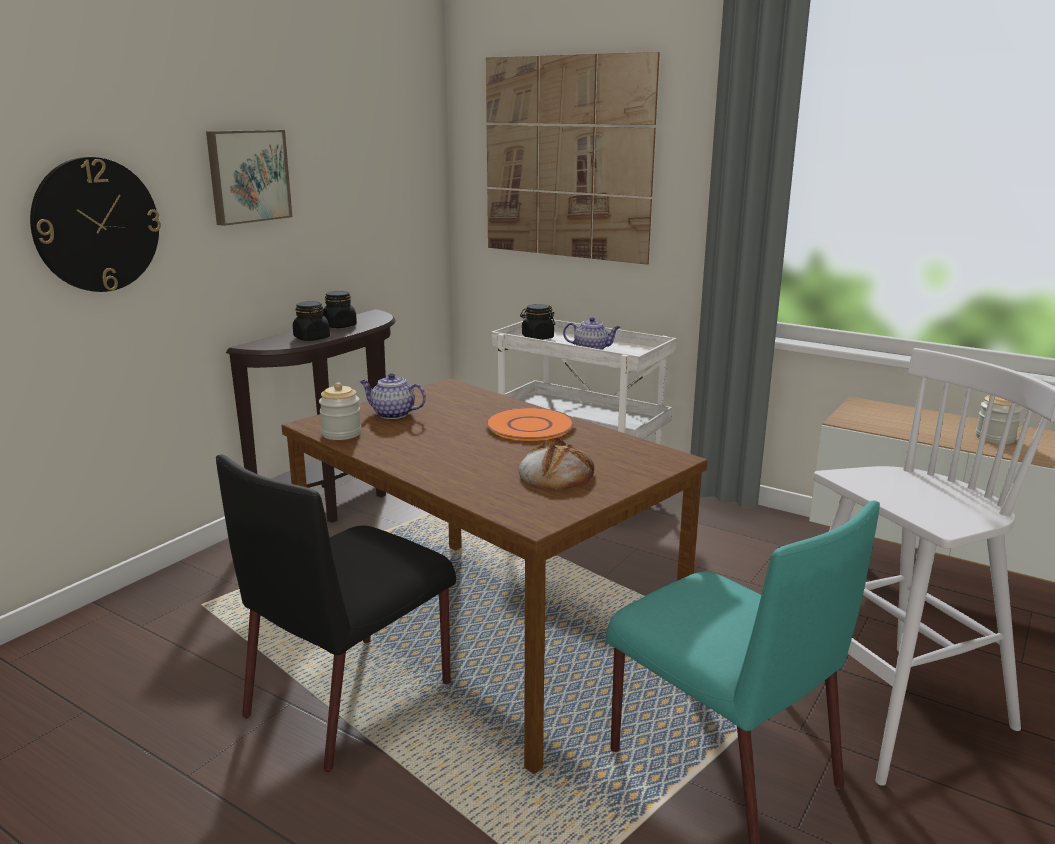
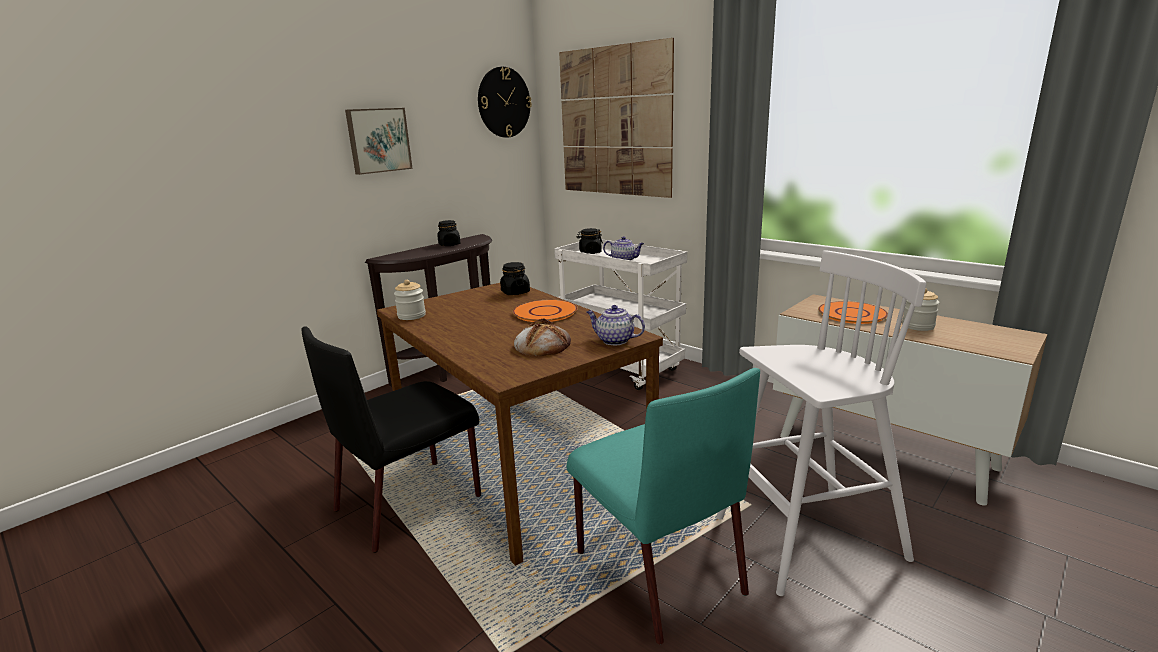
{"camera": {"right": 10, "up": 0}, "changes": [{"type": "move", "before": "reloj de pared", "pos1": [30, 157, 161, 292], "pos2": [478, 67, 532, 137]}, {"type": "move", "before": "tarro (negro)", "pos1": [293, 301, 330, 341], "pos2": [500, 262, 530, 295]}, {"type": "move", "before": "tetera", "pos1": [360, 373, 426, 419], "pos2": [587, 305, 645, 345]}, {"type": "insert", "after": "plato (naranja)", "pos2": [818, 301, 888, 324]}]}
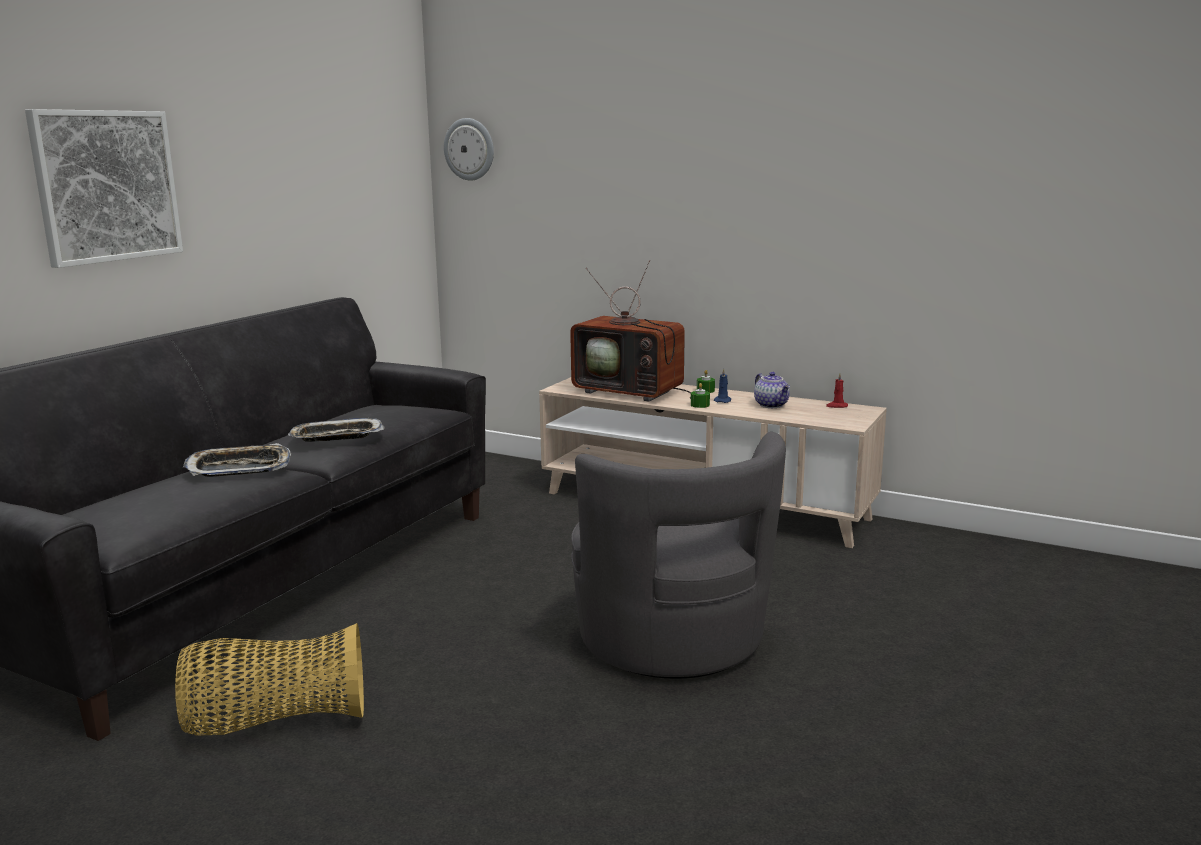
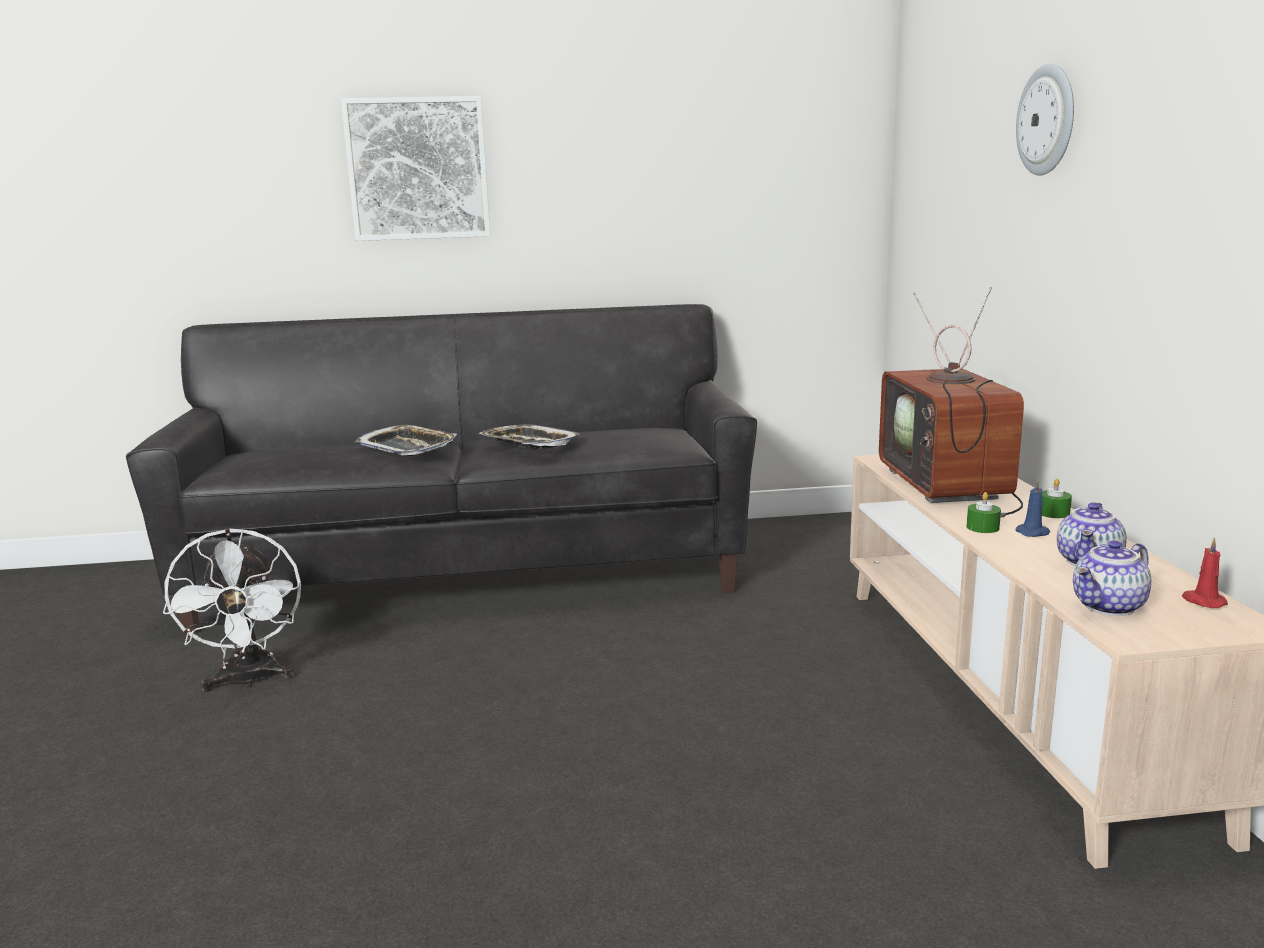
{"camera": {"right": 55, "up": 0}, "changes": [{"type": "move", "before": "reloj de pared", "pos1": [444, 118, 494, 181], "pos2": [1016, 64, 1074, 176]}, {"type": "delete", "before": "sillón (gris)", "pos1": [571, 432, 786, 679]}, {"type": "replace", "before": "cesta", "after": "ventilador (blanco)", "pos1": [175, 623, 364, 736], "pos2": [163, 528, 301, 692]}, {"type": "insert", "after": "tetera", "pos2": [1073, 540, 1151, 616]}]}
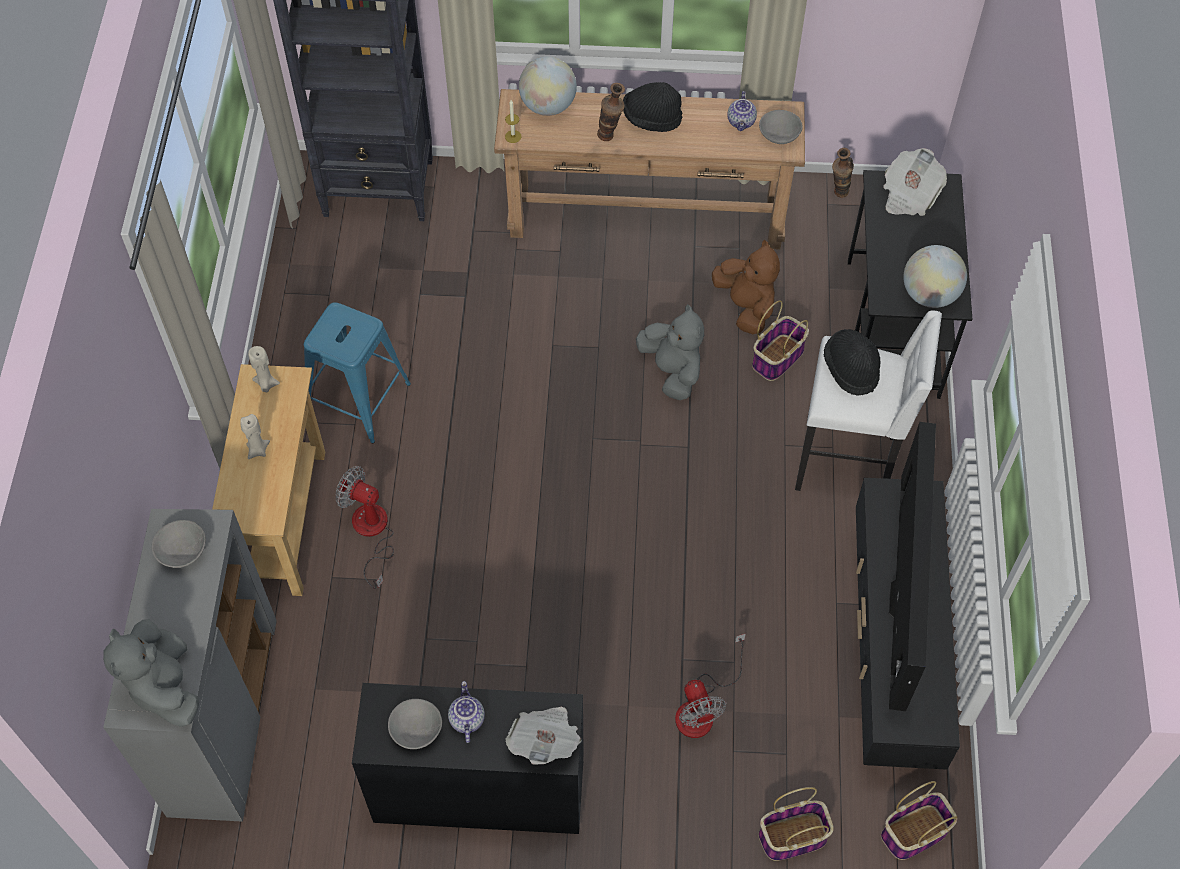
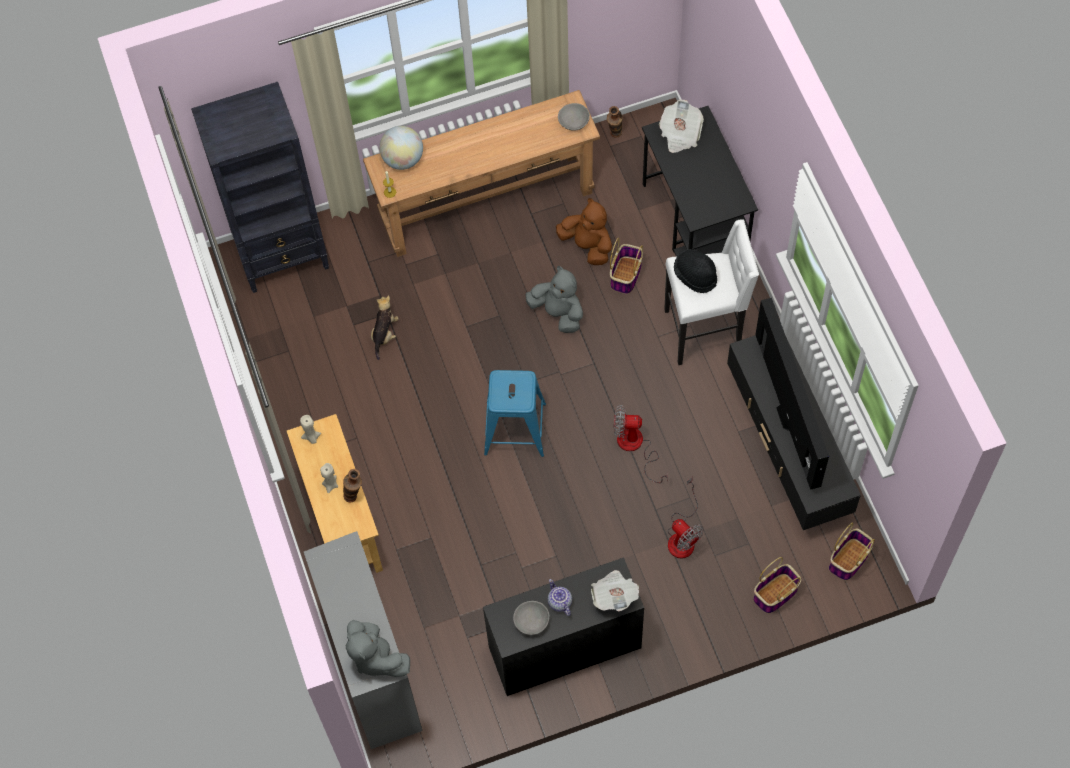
{"camera": {"right": -20, "up": 5}, "changes": [{"type": "delete", "before": "sombrero (negro)", "pos1": [623, 82, 683, 132]}, {"type": "move", "before": "florero", "pos1": [597, 83, 625, 141], "pos2": [343, 469, 362, 502]}, {"type": "delete", "before": "tetera", "pos1": [727, 91, 757, 131]}, {"type": "delete", "before": "globo terráqueo", "pos1": [903, 245, 967, 308]}, {"type": "move", "before": "taburete (azul)", "pos1": [304, 302, 411, 443], "pos2": [484, 370, 546, 457]}, {"type": "move", "before": "ventilador", "pos1": [335, 466, 394, 589], "pos2": [614, 405, 668, 483]}, {"type": "delete", "before": "cuenco (gris)", "pos1": [152, 520, 206, 568]}, {"type": "insert", "after": "peluche", "pos2": [371, 295, 399, 360]}]}
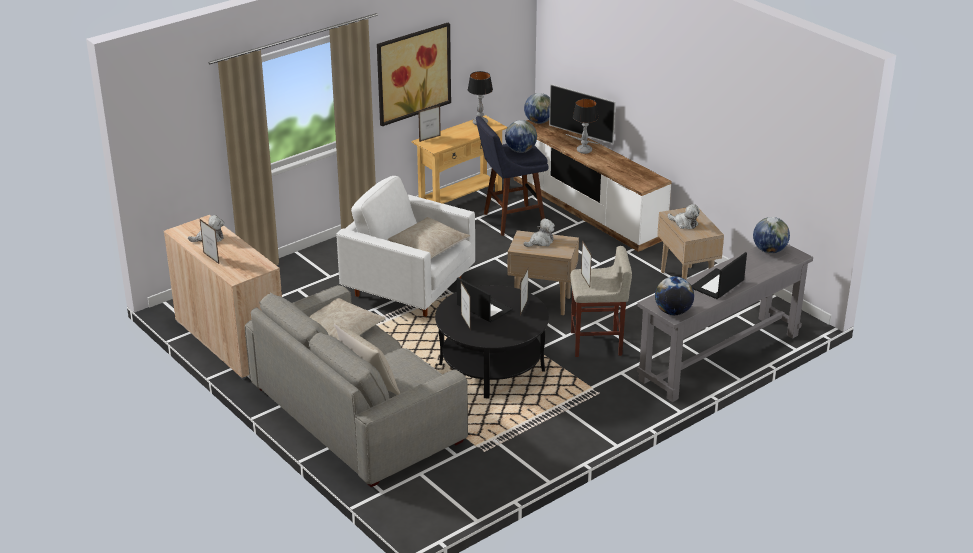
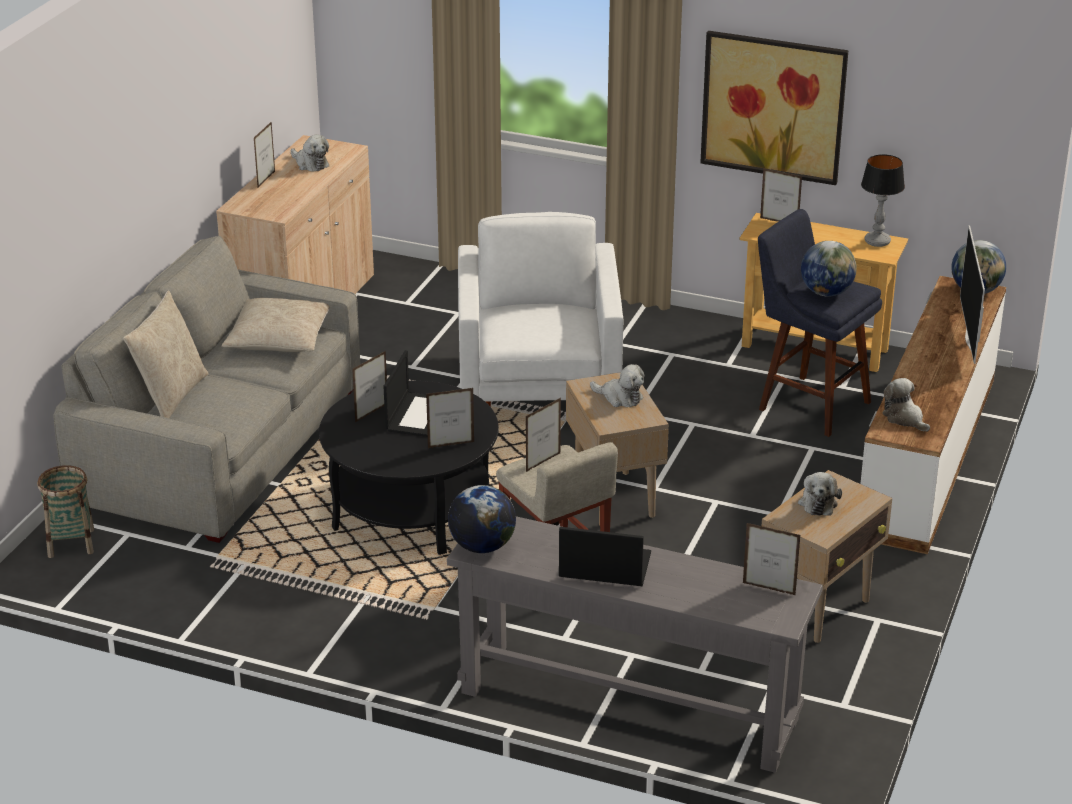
{"camera": {"right": 60, "up": 0}, "changes": [{"type": "delete", "before": "lámpara de mesa", "pos1": [573, 99, 599, 154]}, {"type": "delete", "before": "cojín (beis)", "pos1": [388, 217, 470, 258]}, {"type": "replace", "before": "globo terráqueo", "after": "portarretratos", "pos1": [753, 217, 790, 254], "pos2": [743, 523, 801, 596]}, {"type": "insert", "after": "peluche", "pos2": [882, 378, 930, 432]}, {"type": "insert", "after": "cesta", "pos2": [37, 465, 94, 558]}]}
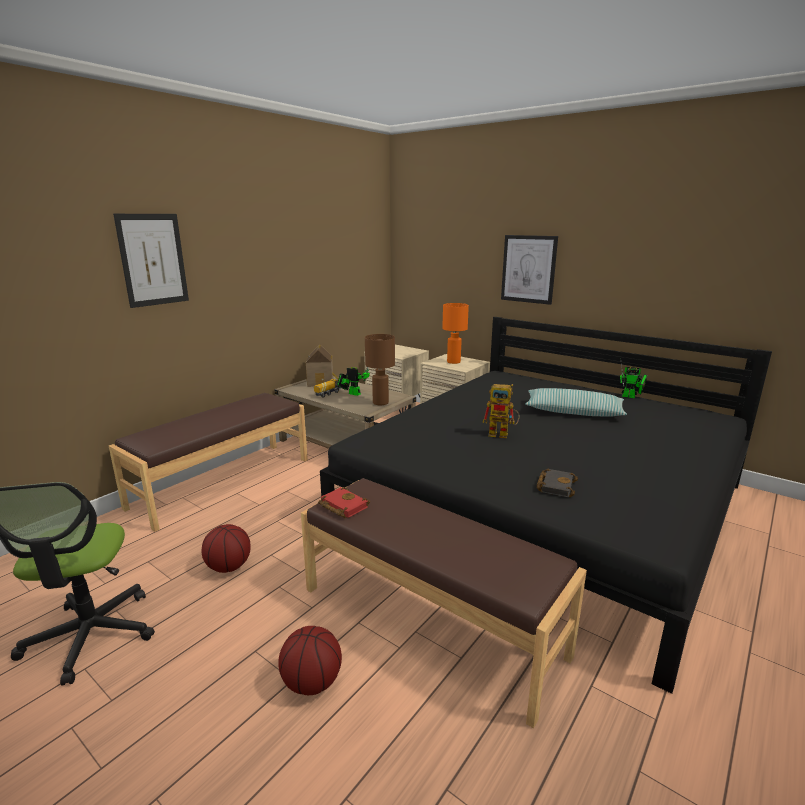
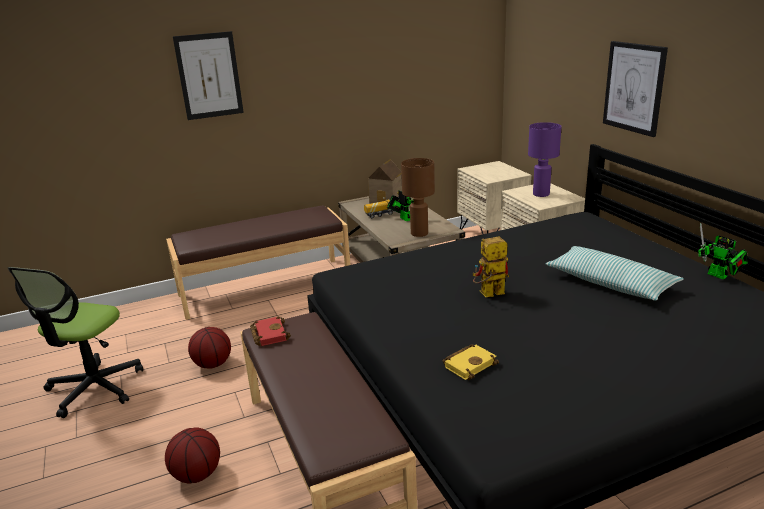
{"camera": {"right": 30, "up": 5}, "changes": [{"type": "recolor", "before": "lámpara de mesa (naranja)", "after": "lámpara de mesa (morado)", "pos1": [442, 303, 469, 364], "pos2": [528, 122, 562, 197]}, {"type": "rotate", "before": "robot de juguete", "pos1": [482, 384, 520, 438], "pos2": [473, 237, 509, 297], "turn": 120}, {"type": "recolor", "before": "libro (negro)", "after": "libro (amarillo)", "pos1": [537, 469, 578, 497], "pos2": [442, 344, 499, 380]}]}
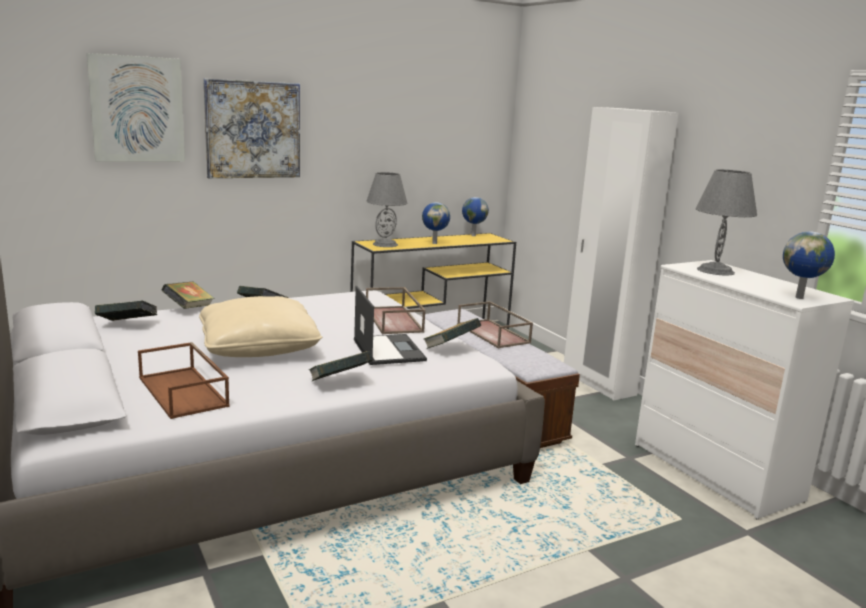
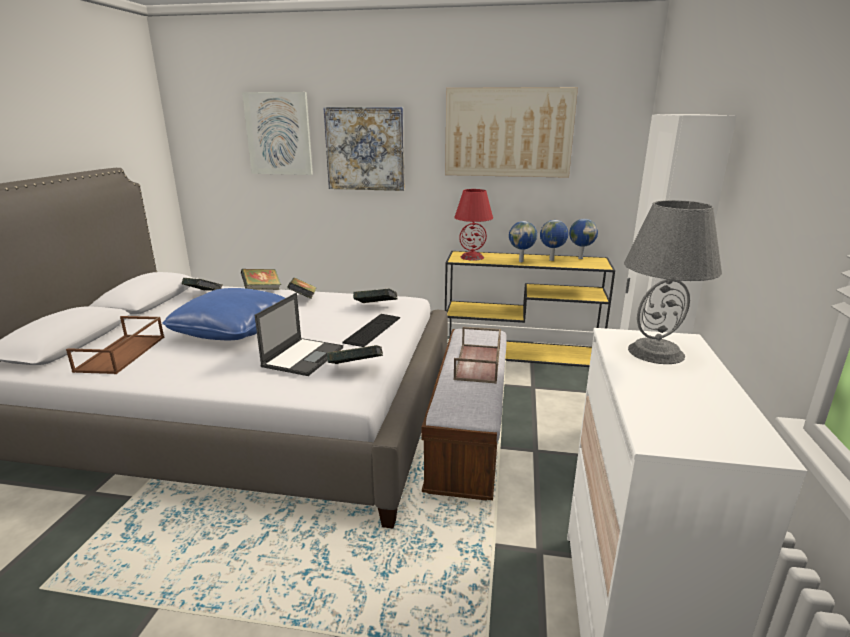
{"camera": {"right": 40, "up": 5}, "changes": [{"type": "recolor", "before": "lámpara de mesa (gris)", "after": "lámpara de mesa (rojo)", "pos1": [366, 172, 407, 247], "pos2": [454, 189, 493, 261]}, {"type": "move", "before": "globo terráqueo", "pos1": [783, 231, 835, 299], "pos2": [540, 220, 568, 261]}, {"type": "replace", "before": "bandeja (marrón)", "after": "teclado", "pos1": [366, 287, 425, 334], "pos2": [343, 314, 400, 347]}, {"type": "recolor", "before": "cojín (beis)", "after": "cojín (azul)", "pos1": [199, 296, 322, 357], "pos2": [162, 288, 285, 340]}, {"type": "move", "before": "libro", "pos1": [308, 351, 373, 381], "pos2": [353, 289, 397, 303]}, {"type": "insert", "after": "cuadro", "pos2": [445, 87, 578, 178]}]}
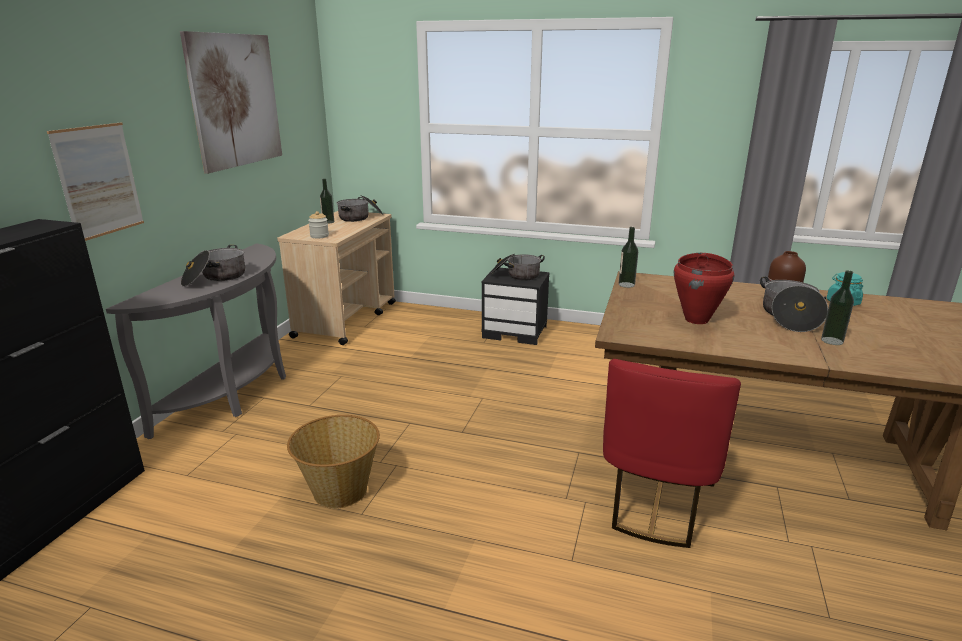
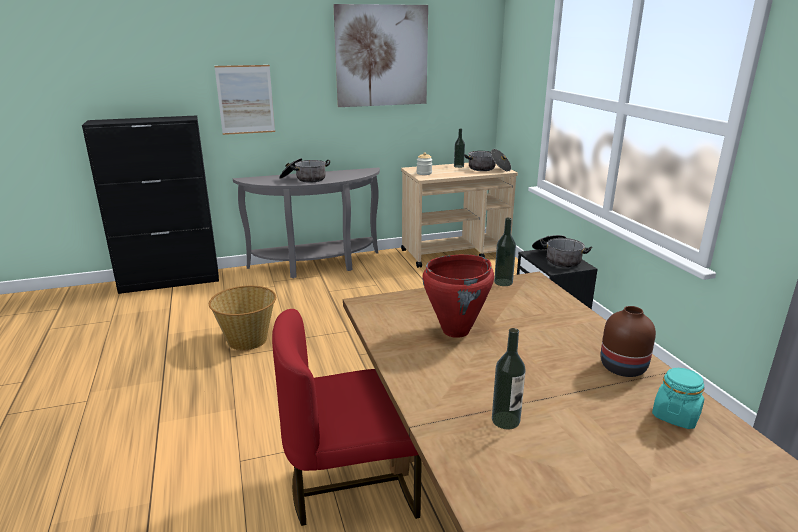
{"camera": {"right": 55, "up": 0}, "changes": [{"type": "delete", "before": "olla", "pos1": [760, 277, 828, 332]}]}
